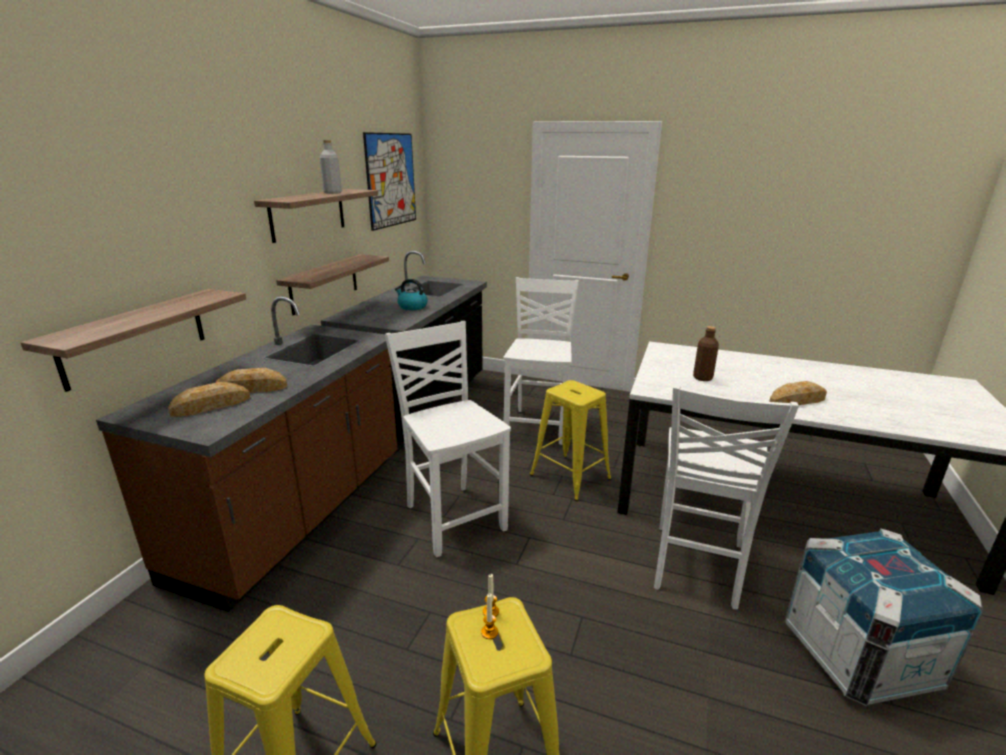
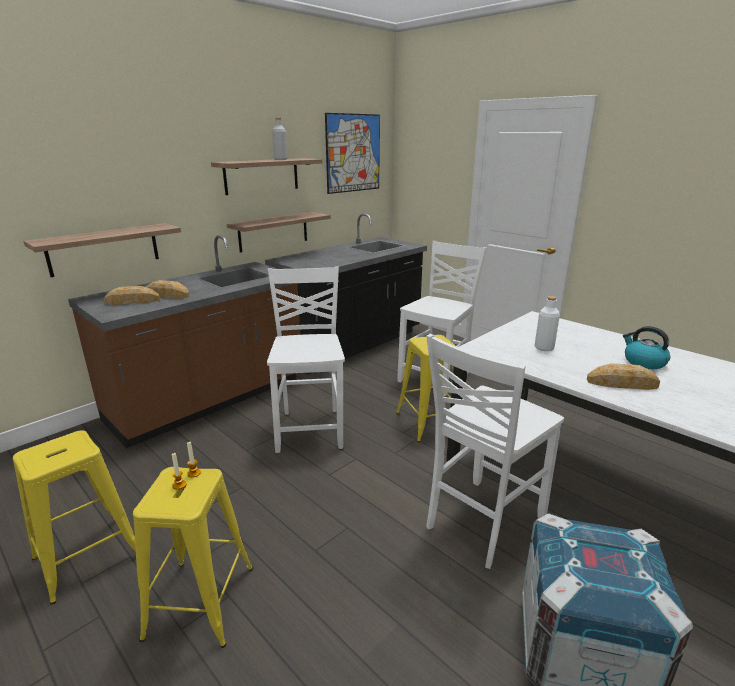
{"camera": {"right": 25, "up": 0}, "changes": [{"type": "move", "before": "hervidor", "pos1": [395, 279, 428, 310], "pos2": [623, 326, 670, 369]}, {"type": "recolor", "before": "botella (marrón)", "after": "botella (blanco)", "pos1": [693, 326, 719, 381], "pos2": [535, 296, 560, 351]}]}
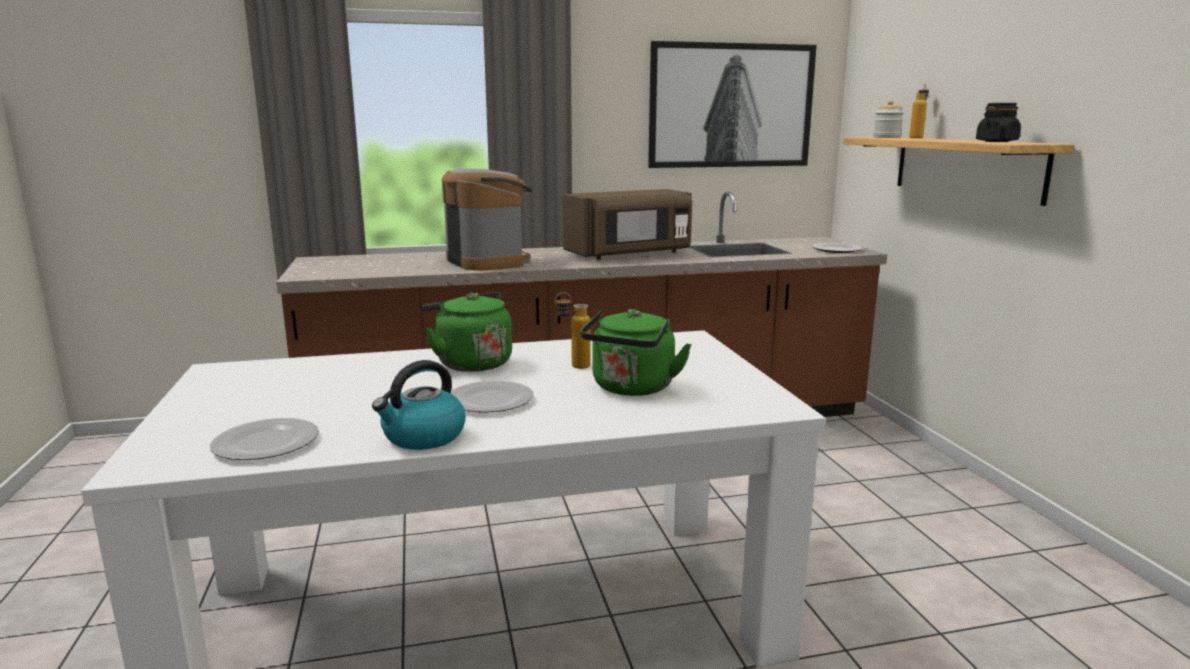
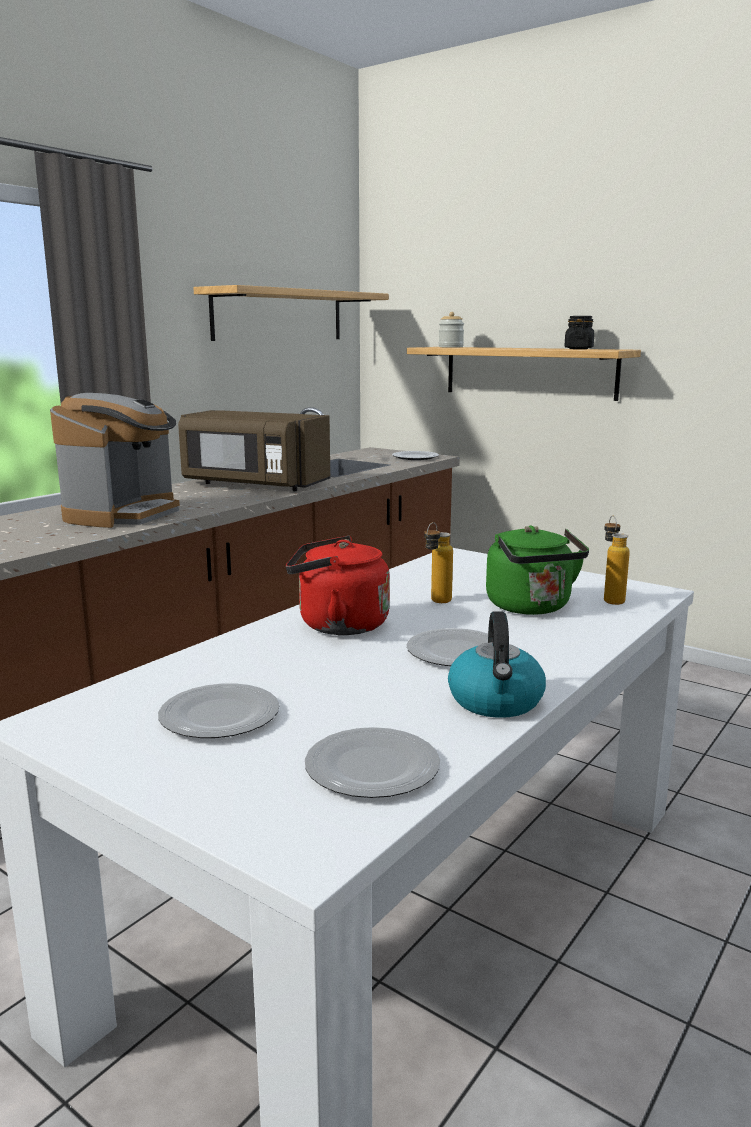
{"camera": {"right": -40, "up": 0}, "changes": [{"type": "replace", "before": "cuadro", "after": "estante", "pos1": [648, 41, 817, 168], "pos2": [193, 285, 389, 341]}, {"type": "move", "before": "botella", "pos1": [909, 85, 929, 138], "pos2": [604, 515, 630, 605]}, {"type": "rotate", "before": "cafetera", "pos1": [442, 169, 532, 270], "pos2": [50, 393, 180, 528], "turn": 90}, {"type": "rotate", "before": "microondas (marrón)", "pos1": [563, 189, 692, 260], "pos2": [178, 410, 331, 491], "turn": 90}, {"type": "recolor", "before": "hervidor (verde)", "after": "hervidor (rojo)", "pos1": [421, 292, 512, 372], "pos2": [286, 536, 390, 635]}, {"type": "insert", "after": "plato", "pos2": [158, 683, 280, 738]}]}
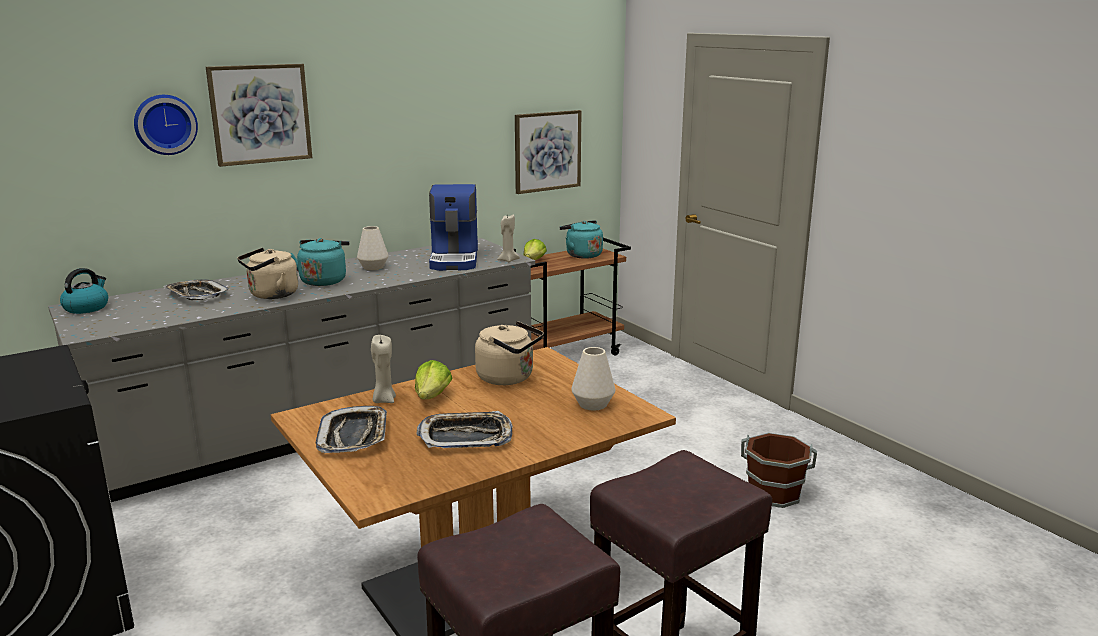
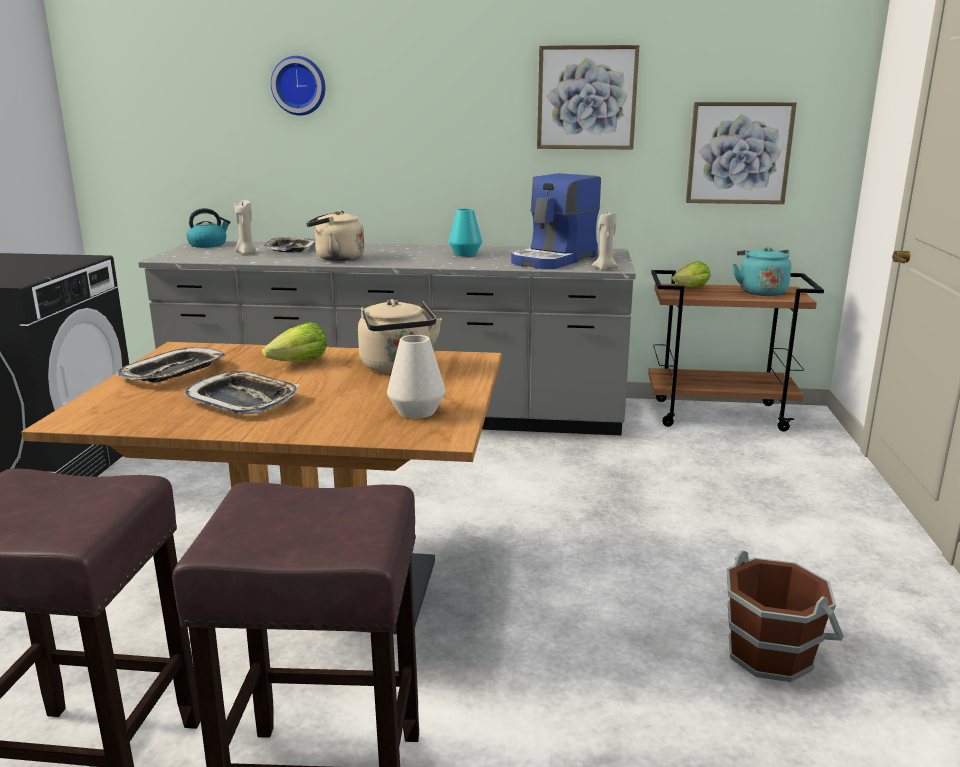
{"camera": {"right": 40, "up": 0}, "changes": [{"type": "move", "before": "cuadro", "pos1": [206, 64, 312, 167], "pos2": [537, 45, 640, 149]}, {"type": "recolor", "before": "florero (blanco)", "after": "florero (turquesa)", "pos1": [357, 226, 388, 270], "pos2": [449, 208, 482, 256]}, {"type": "delete", "before": "hervidor (turquesa)", "pos1": [290, 238, 349, 286]}, {"type": "move", "before": "vela (beis)", "pos1": [371, 335, 396, 403], "pos2": [234, 200, 256, 254]}]}
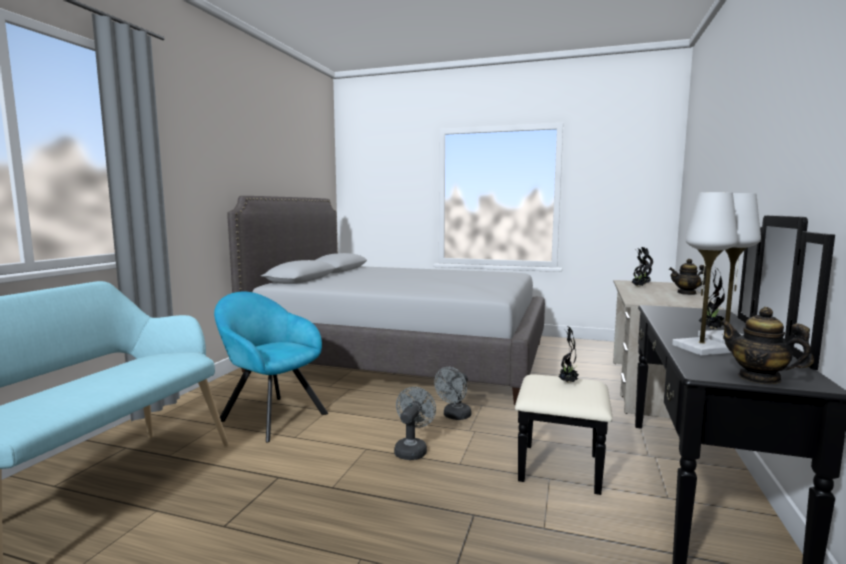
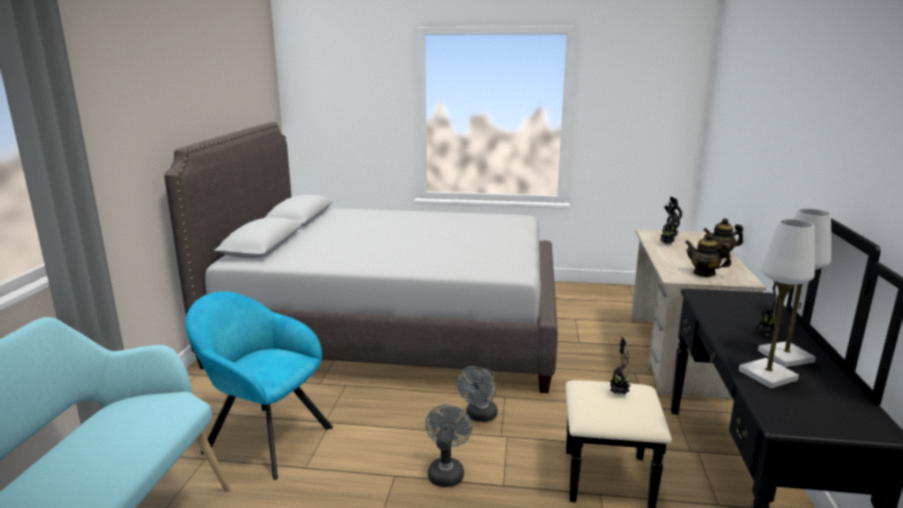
{"camera": {"right": -10, "up": 10}, "changes": [{"type": "move", "before": "tetera", "pos1": [720, 307, 814, 384], "pos2": [685, 233, 731, 277]}]}
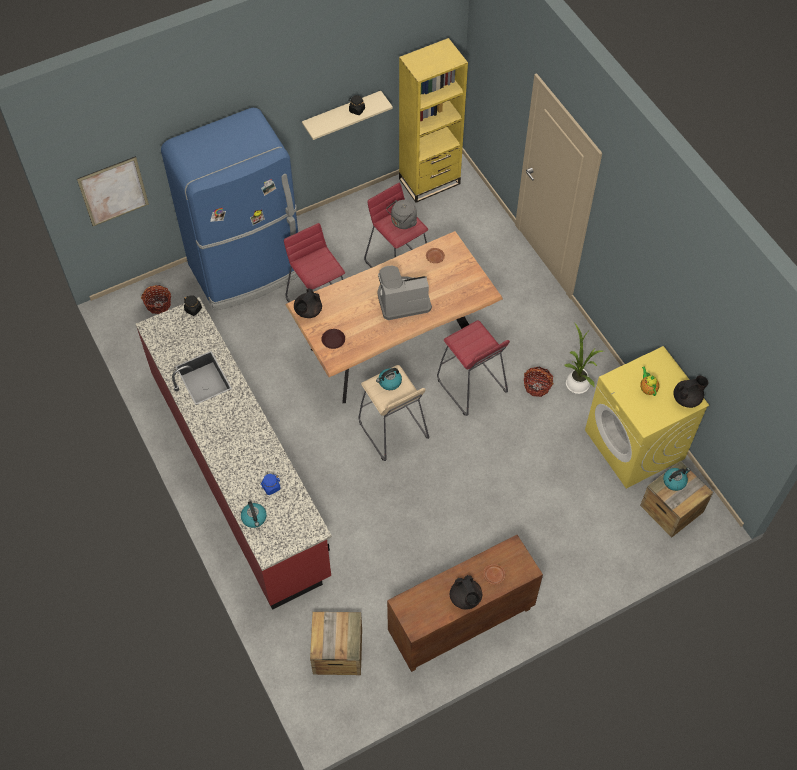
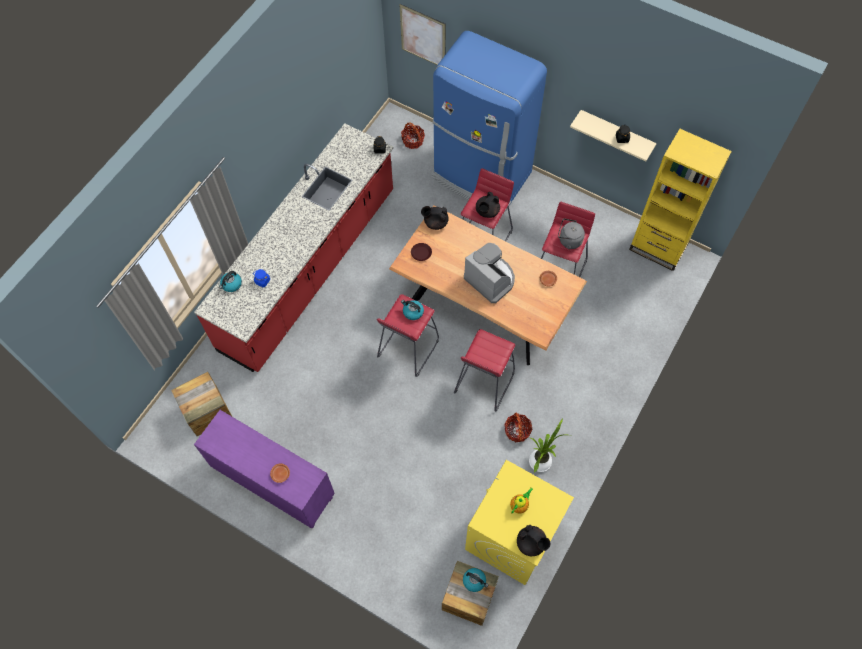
{"camera": {"right": 60, "up": 5}, "changes": [{"type": "recolor", "before": "taburete (beis)", "after": "taburete (rojo)", "pos1": [358, 365, 429, 461], "pos2": [377, 294, 439, 377]}, {"type": "recolor", "before": "armario (marrón)", "after": "armario (morado)", "pos1": [387, 535, 543, 672], "pos2": [194, 410, 335, 529]}, {"type": "move", "before": "tetera (negro)", "pos1": [450, 575, 482, 610], "pos2": [476, 192, 500, 218]}]}
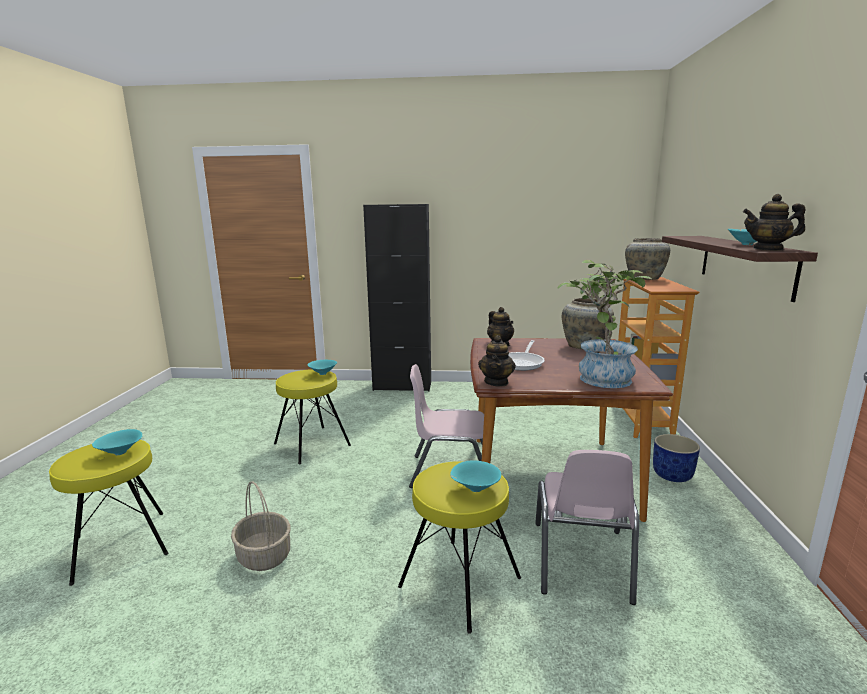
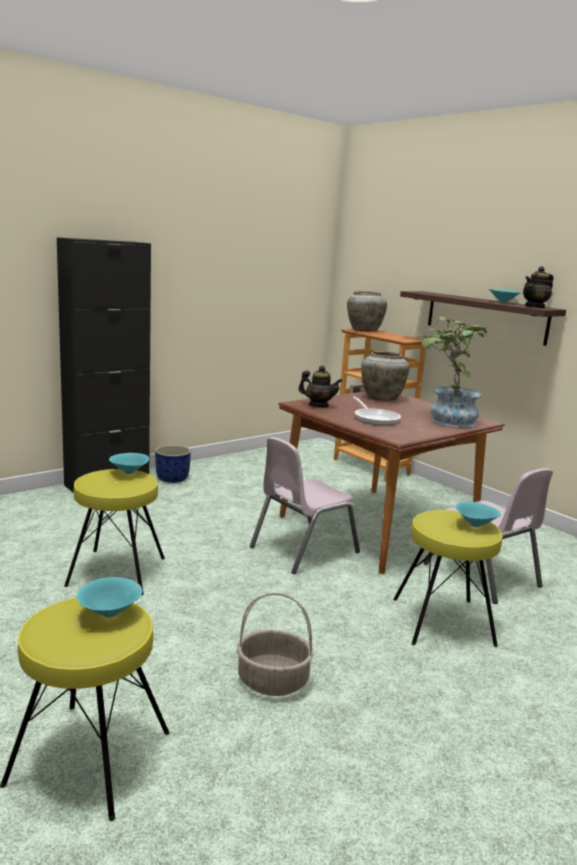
{"camera": {"right": -45, "up": 0}, "changes": [{"type": "delete", "before": "tetera", "pos1": [478, 335, 516, 387]}, {"type": "move", "before": "maceta (azul)", "pos1": [653, 434, 700, 482], "pos2": [155, 445, 191, 483]}]}
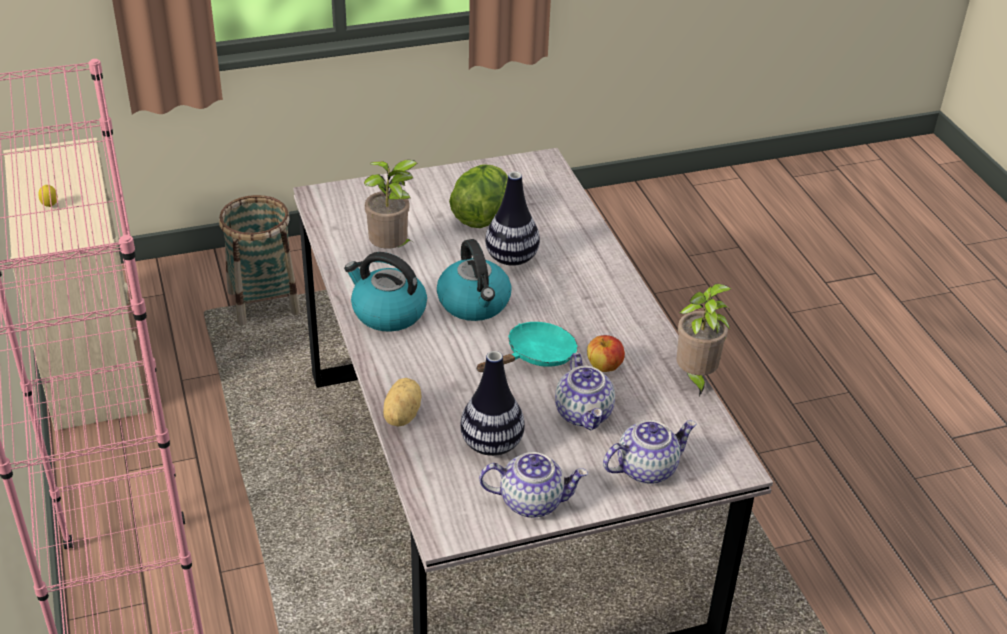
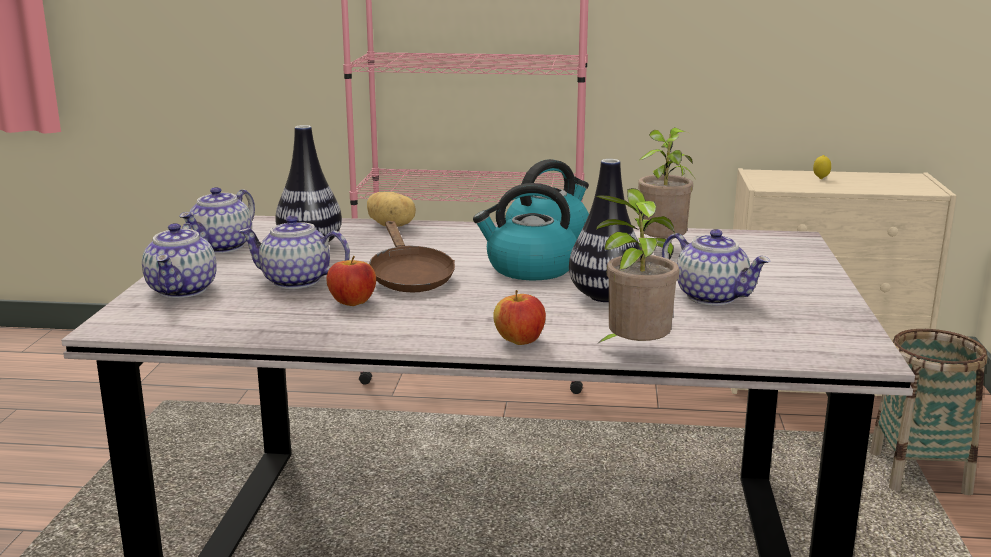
{"camera": {"right": 115, "up": -20}, "changes": [{"type": "replace", "before": "lechuga", "after": "tetera", "pos1": [449, 164, 508, 228], "pos2": [662, 229, 770, 306]}, {"type": "move", "before": "planta en maceta", "pos1": [676, 284, 731, 397], "pos2": [596, 188, 679, 345]}, {"type": "recolor", "before": "sartén (turquesa)", "after": "sartén (marrón)", "pos1": [476, 322, 578, 372], "pos2": [369, 221, 455, 292]}, {"type": "insert", "after": "manzana", "pos2": [493, 290, 546, 345]}]}
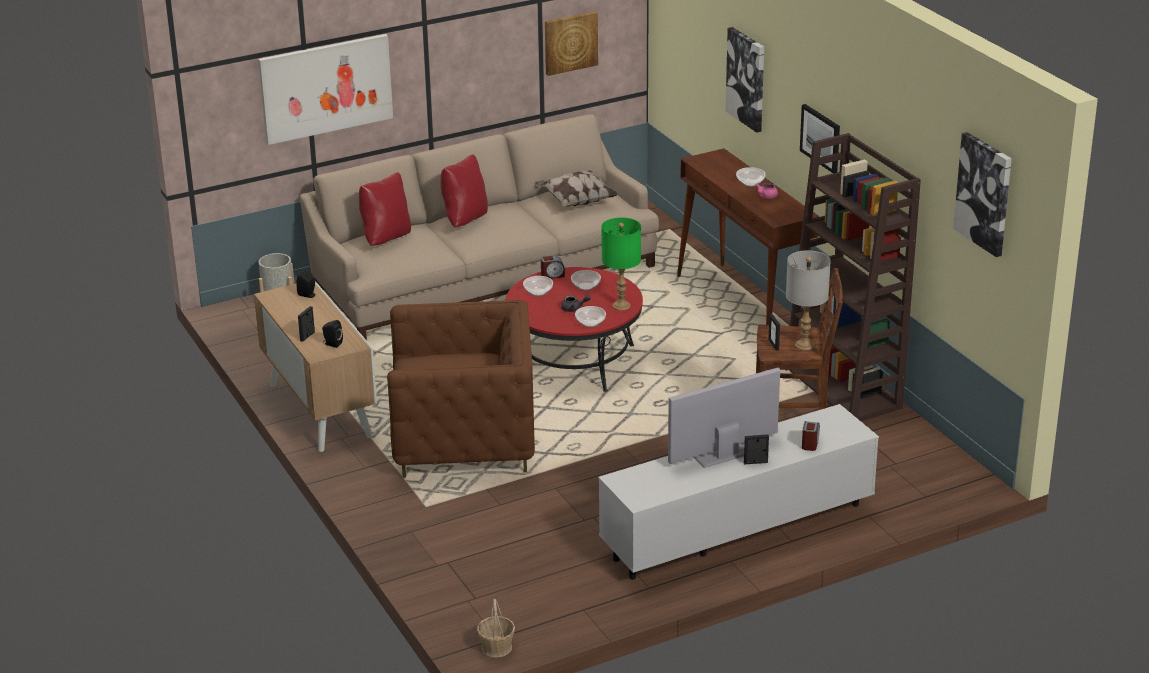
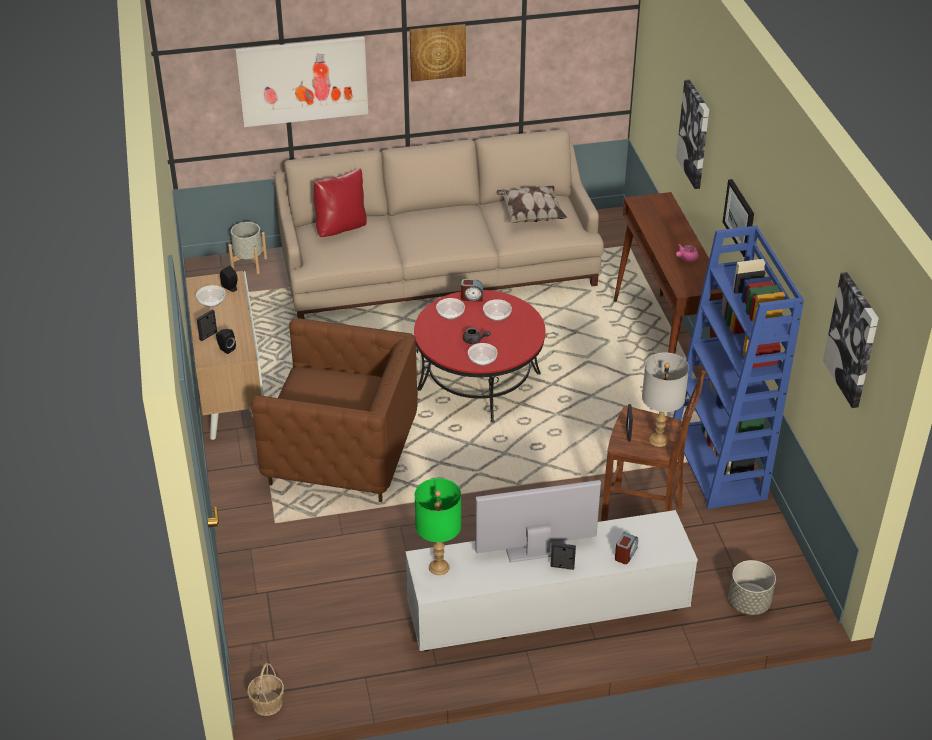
{"camera": {"right": 15, "up": 10}, "changes": [{"type": "move", "before": "cuadro", "pos1": [545, 11, 598, 76], "pos2": [410, 24, 466, 82]}, {"type": "recolor", "before": "estantería (marrón)", "after": "estantería (azul)", "pos1": [786, 133, 921, 421], "pos2": [673, 226, 804, 509]}, {"type": "delete", "before": "cojín (rojo)", "pos1": [440, 154, 488, 228]}, {"type": "move", "before": "cuenco", "pos1": [736, 167, 766, 187], "pos2": [196, 285, 226, 307]}, {"type": "move", "before": "lámpara de mesa (verde)", "pos1": [601, 217, 641, 311], "pos2": [415, 478, 461, 575]}, {"type": "insert", "after": "maceta (gris)", "pos2": [729, 560, 776, 615]}]}
